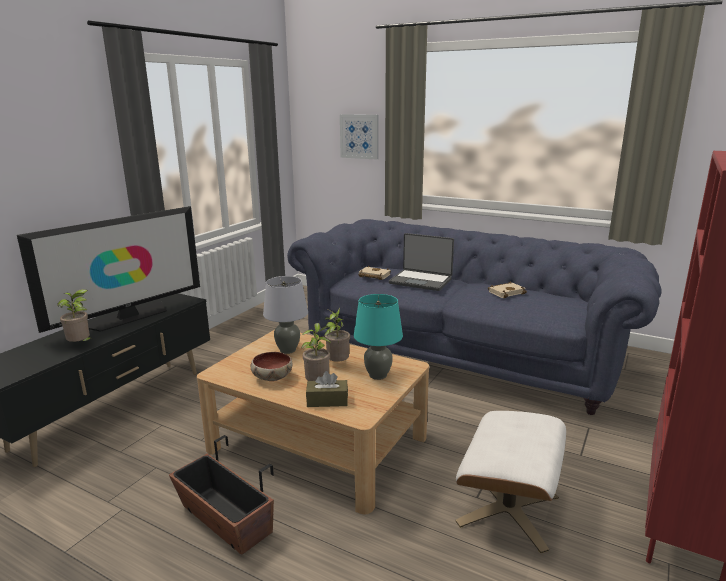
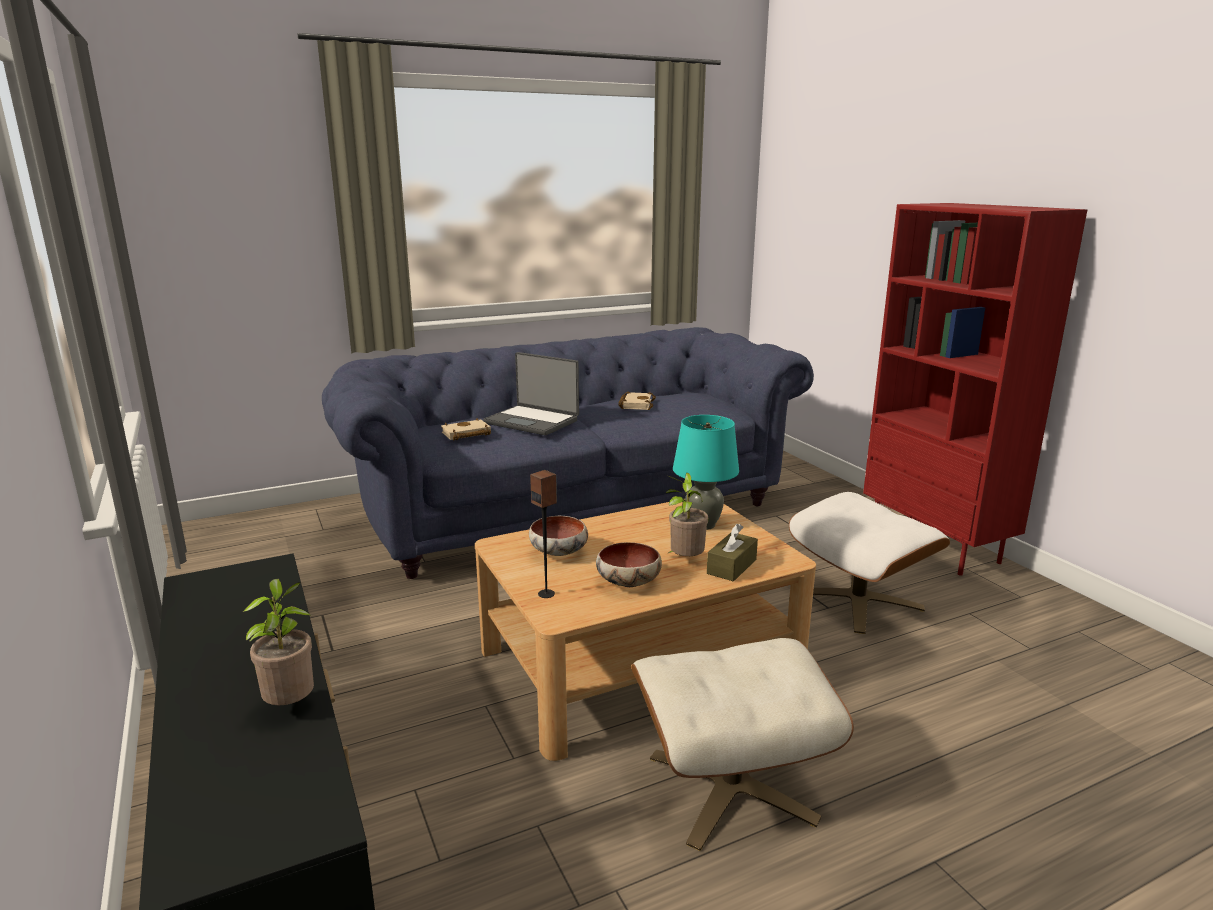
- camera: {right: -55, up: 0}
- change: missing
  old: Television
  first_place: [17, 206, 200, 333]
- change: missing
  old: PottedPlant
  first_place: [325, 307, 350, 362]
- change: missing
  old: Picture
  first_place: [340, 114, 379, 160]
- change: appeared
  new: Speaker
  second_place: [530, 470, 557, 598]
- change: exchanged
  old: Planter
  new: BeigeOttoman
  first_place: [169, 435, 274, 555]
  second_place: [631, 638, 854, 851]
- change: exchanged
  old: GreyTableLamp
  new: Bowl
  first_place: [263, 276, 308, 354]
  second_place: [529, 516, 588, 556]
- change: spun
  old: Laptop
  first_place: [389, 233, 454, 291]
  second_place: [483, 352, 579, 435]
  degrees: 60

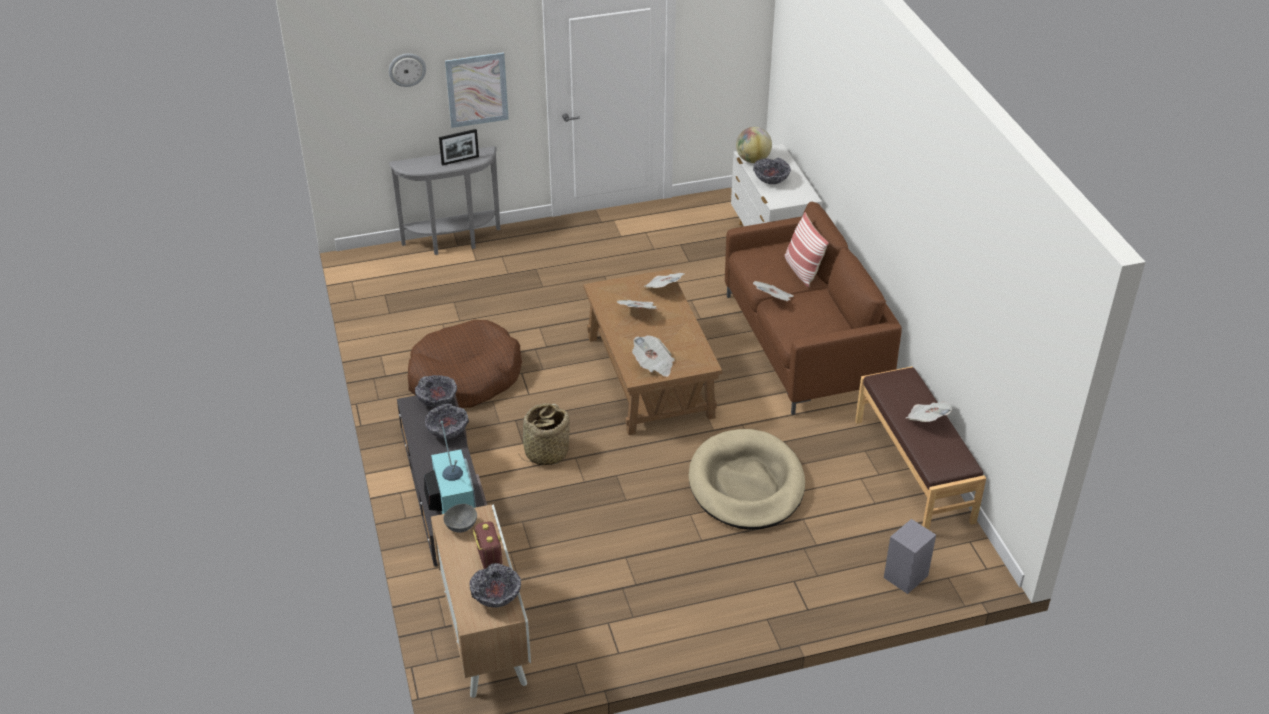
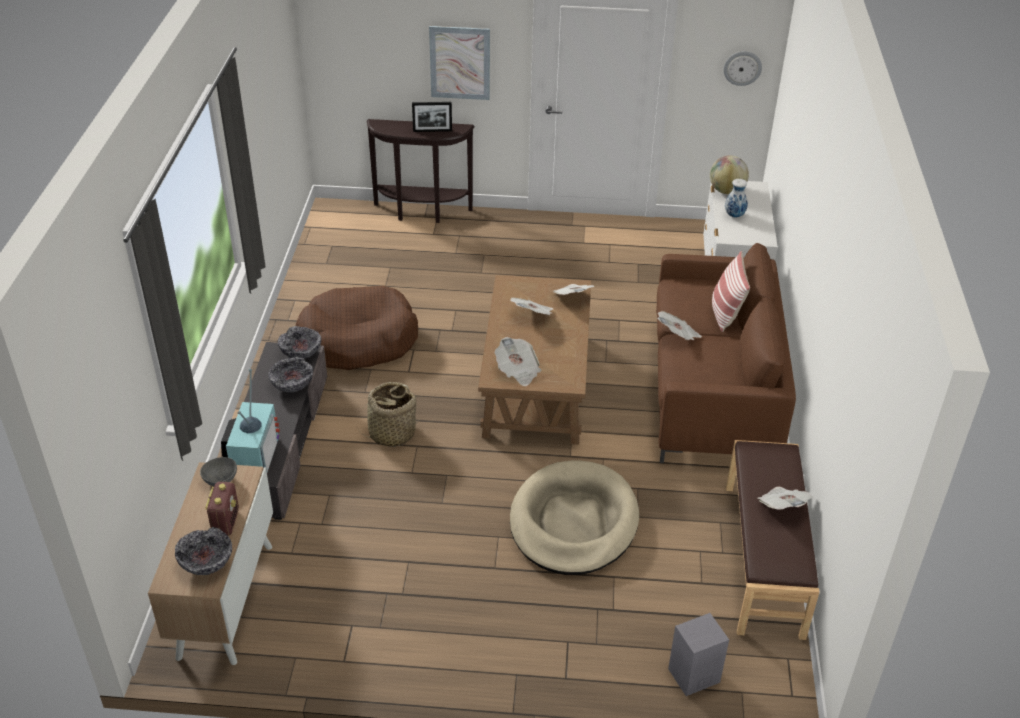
- camera: {right: 20, up: 0}
- change: relocated
  old: WallClock
  first_place: [389, 53, 426, 87]
  second_place: [724, 51, 762, 86]
- change: exchanged
  old: Bowl
  new: Vase
  first_place: [753, 158, 791, 184]
  second_place: [725, 179, 748, 218]
- change: colour
  old: GreyConsoleTable
  new: BrownConsoleTable
  first_place: [389, 146, 500, 255]
  second_place: [367, 119, 475, 223]

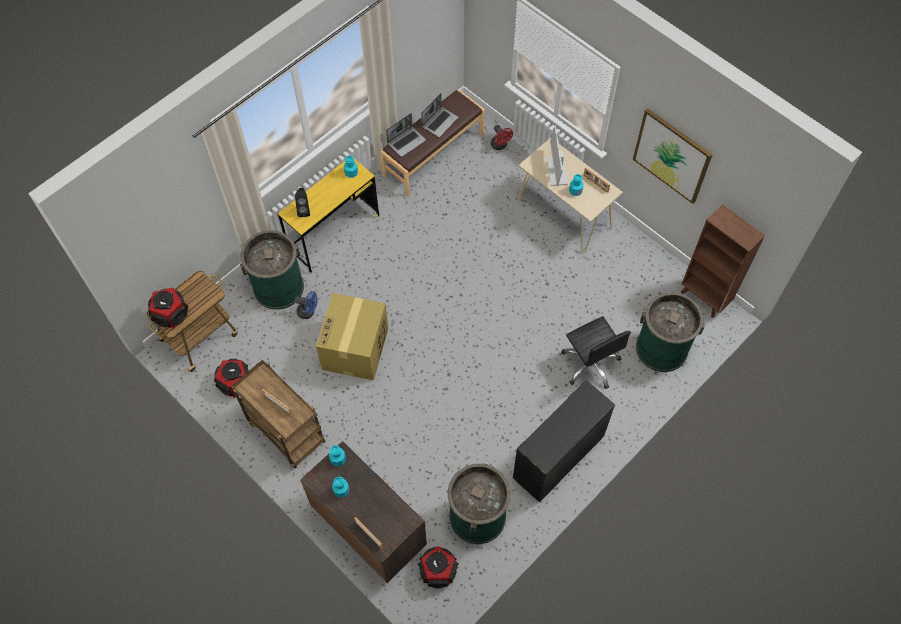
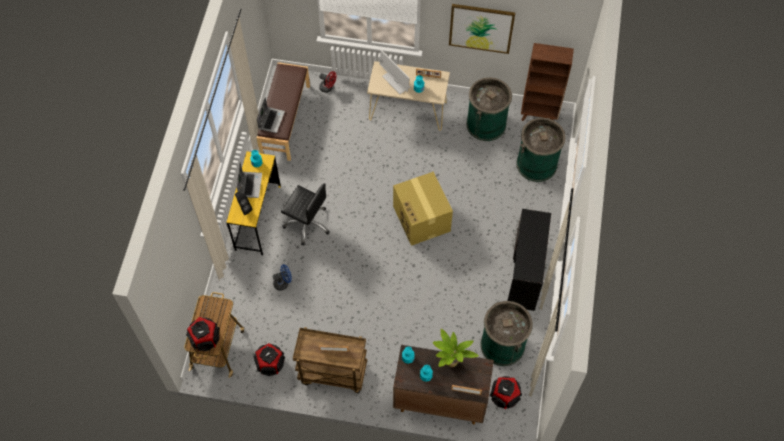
- camera: {right: -35, up: 0}
- change: appeared
  new: PottedPlant
  second_place: [433, 329, 479, 367]
- change: relocated
  old: GreenTrashCan
  first_place: [240, 230, 304, 310]
  second_place: [466, 77, 512, 141]
- change: relocated
  old: CardboardBox
  first_place: [316, 293, 388, 380]
  second_place: [393, 172, 453, 246]
- change: relocated
  old: Laptop
  first_place: [421, 93, 458, 137]
  second_place: [237, 162, 262, 198]
- change: relocated
  old: BlackOfficeChair
  first_place: [561, 316, 631, 389]
  second_place: [281, 183, 330, 245]

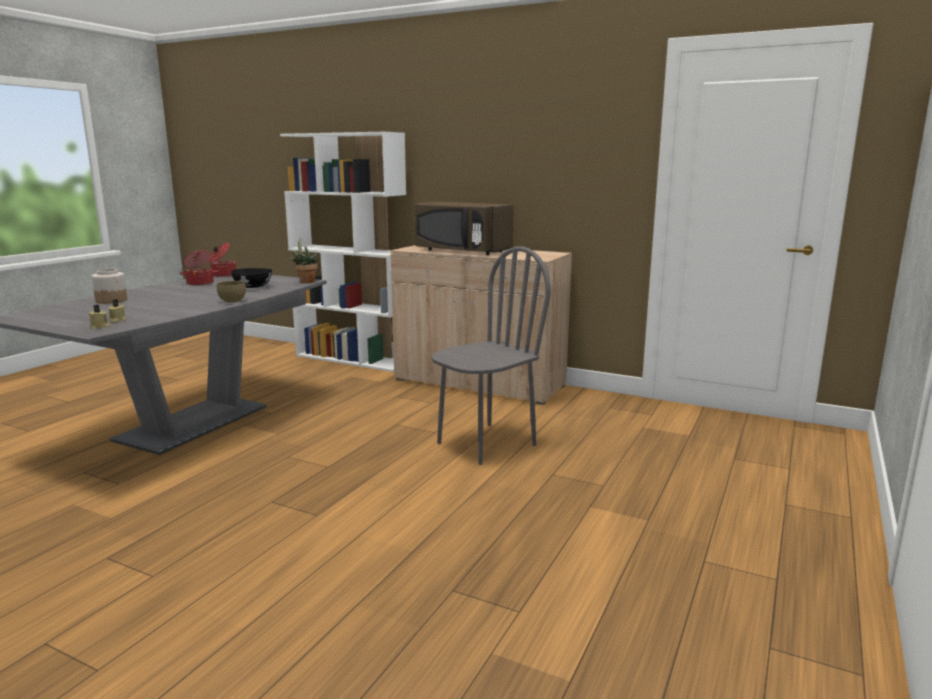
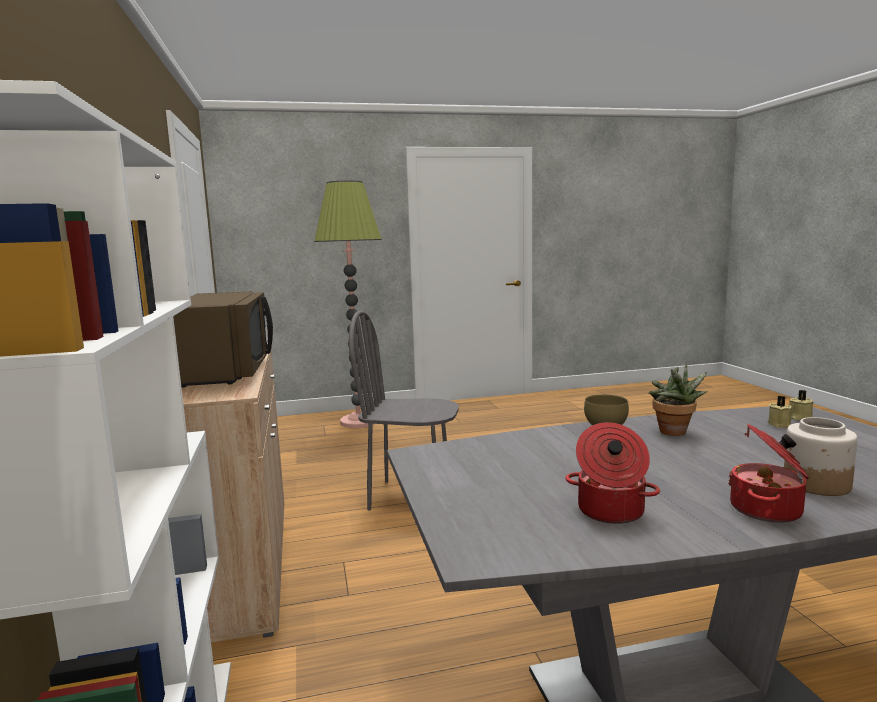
- camera: {right: -130, up: -5}
- change: missing
  old: BlackBowl
  first_place: [231, 268, 272, 288]
- change: appeared
  new: FloorLamp
  second_place: [314, 180, 382, 428]
- change: relocated
  old: CookingPot
  first_place: [209, 243, 237, 277]
  second_place: [728, 424, 809, 523]
- change: relocated
  old: PottedPlant
  first_place: [290, 239, 318, 283]
  second_place: [649, 362, 707, 436]

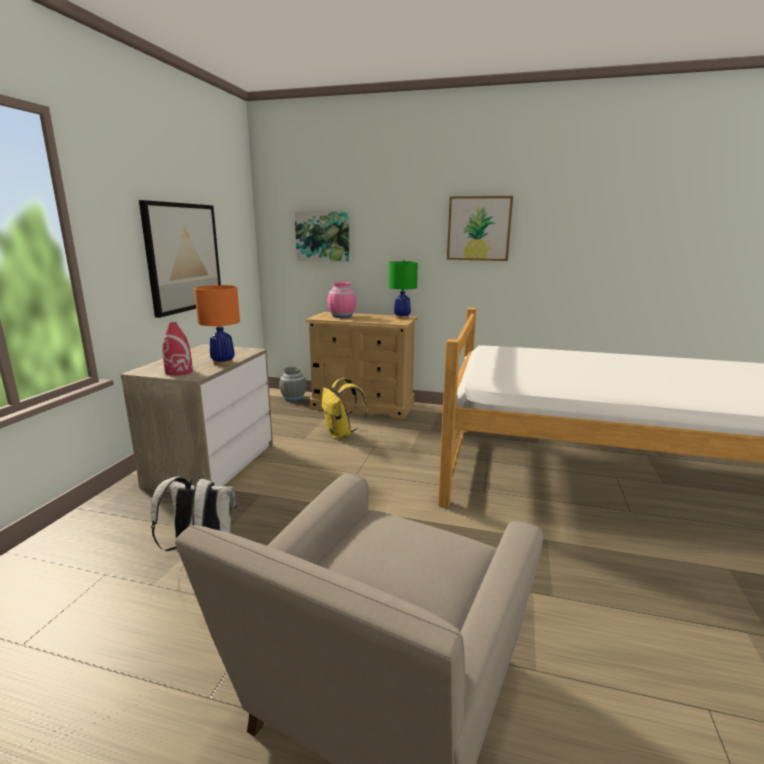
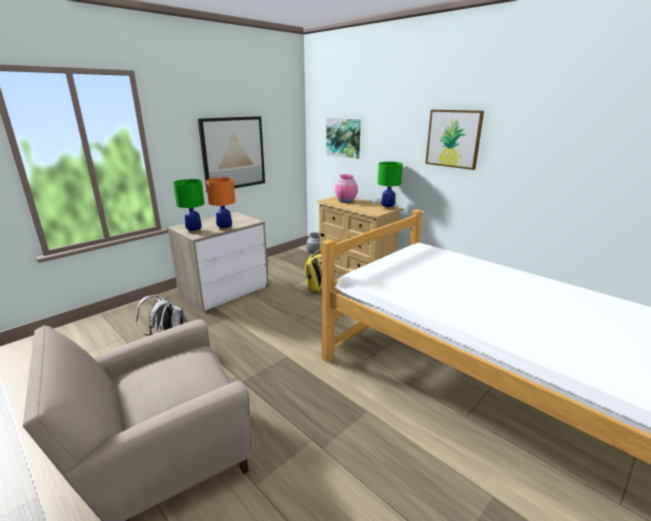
- camera: {right: 30, up: 5}
- change: exchanged
  old: RedVase
  new: GreenTableLamp
  first_place: [162, 322, 193, 376]
  second_place: [173, 179, 205, 233]

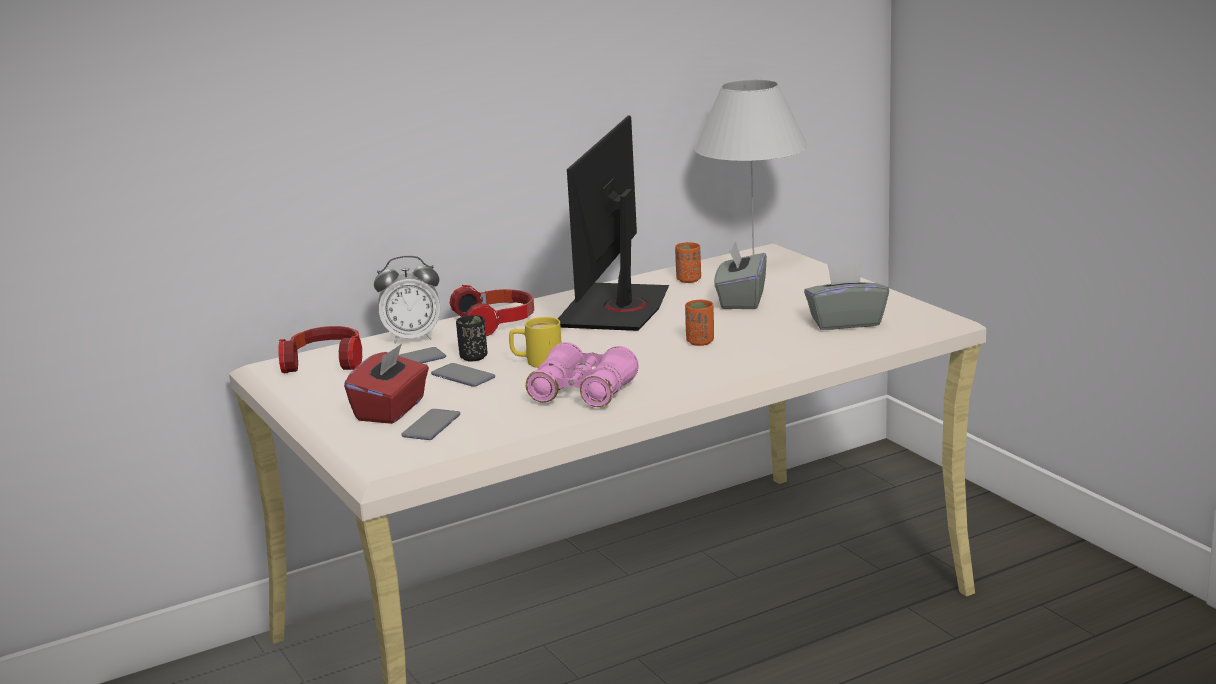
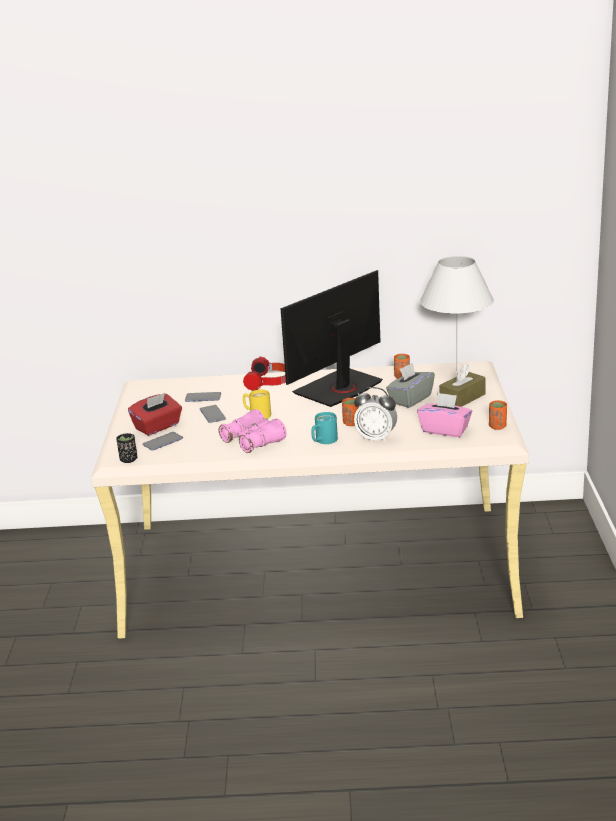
- camera: {right: 30, up: 5}
- change: missing
  old: Headphones
  first_place: [278, 326, 362, 374]
- change: appeared
  new: TurquoiseMug
  second_place: [311, 412, 338, 444]
- change: appeared
  new: BrownTissueBox
  second_place: [439, 364, 486, 407]
- change: appeared
  new: OrangeCup
  second_place: [489, 400, 507, 430]
- change: relocated
  old: AlarmClock
  first_place: [374, 255, 440, 344]
  second_place: [354, 387, 397, 443]
- change: relocated
  old: BlackCup
  first_place: [456, 315, 488, 361]
  second_place: [116, 433, 137, 463]
- change: colour
  old: GreyTissueBox
  new: PinkTissueBox
  first_place: [804, 262, 889, 330]
  second_place: [417, 392, 472, 437]

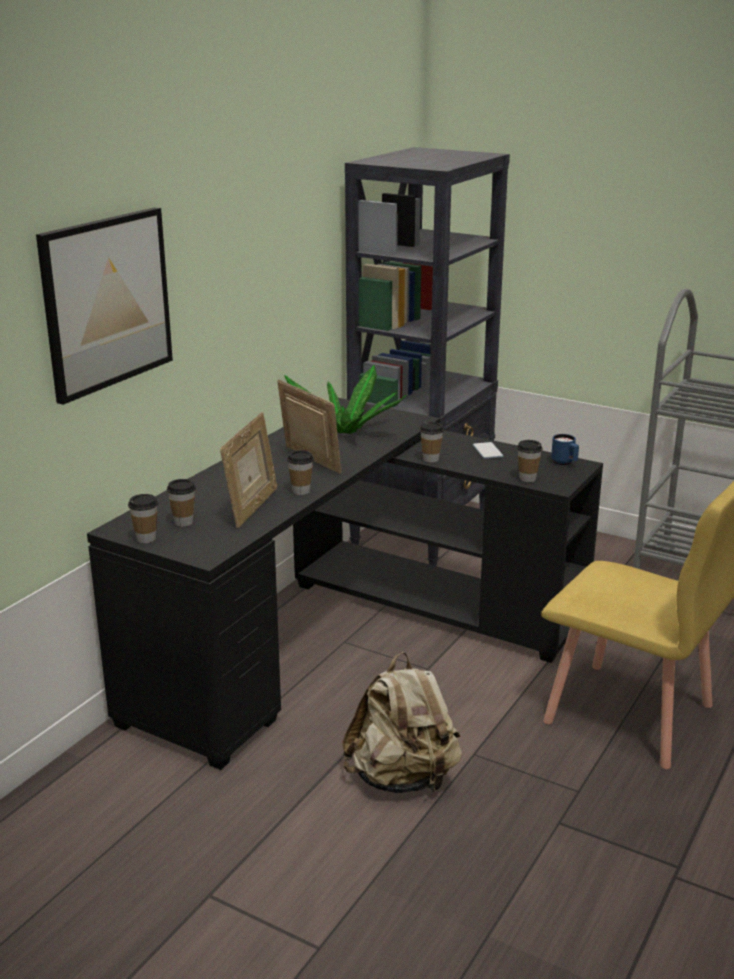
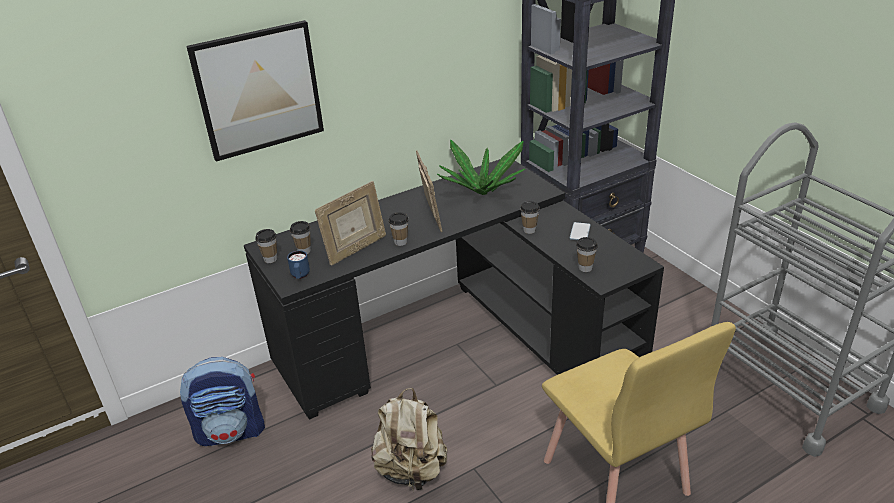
- camera: {right: 30, up: 10}
- change: appeared
  new: Backpack
  second_place: [180, 357, 265, 446]
- change: relocated
  old: BlueMug
  first_place: [551, 434, 579, 465]
  second_place: [287, 250, 310, 279]

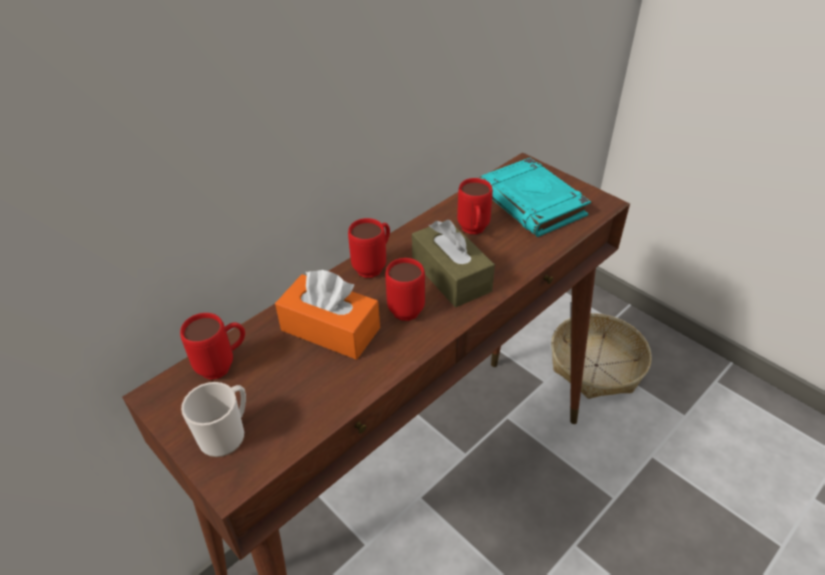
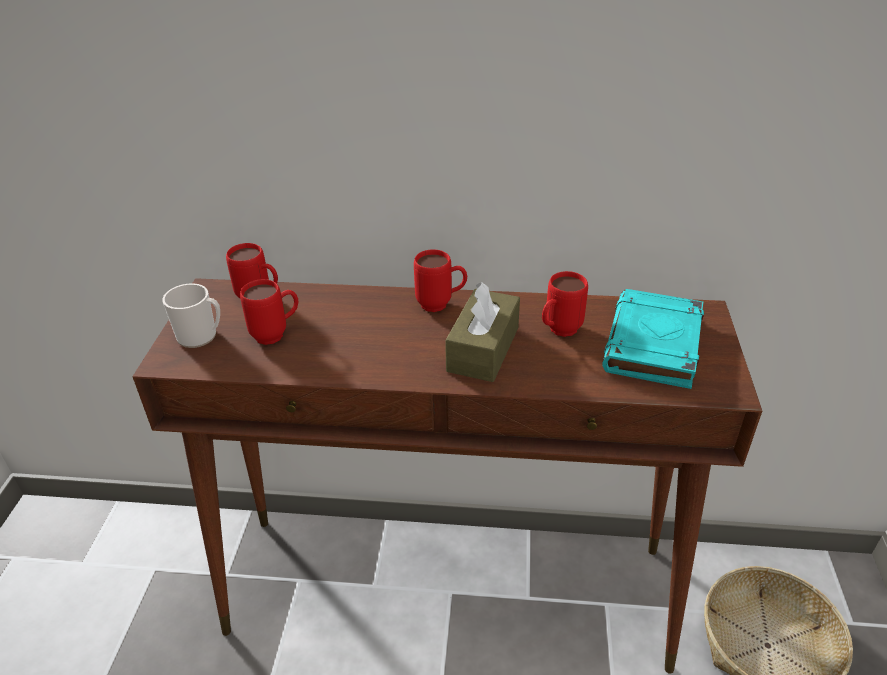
- camera: {right: 50, up: -5}
- change: missing
  old: OrangeTissueBox
  first_place: [275, 270, 380, 359]
- change: relocated
  old: RedMug
  first_place: [385, 258, 425, 321]
  second_place: [240, 279, 298, 345]

